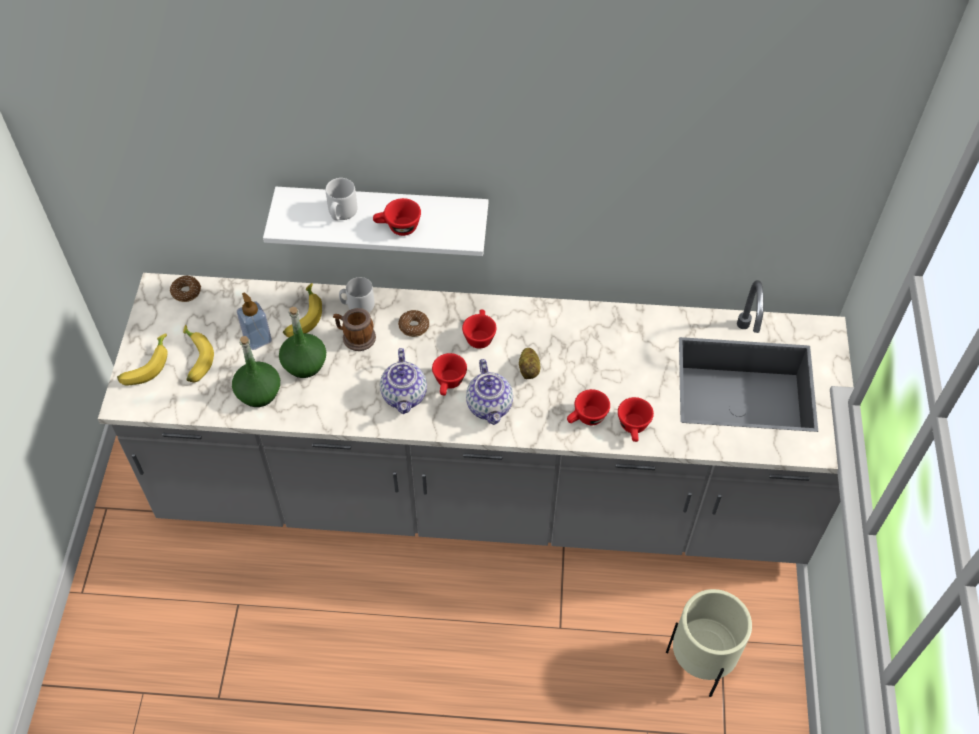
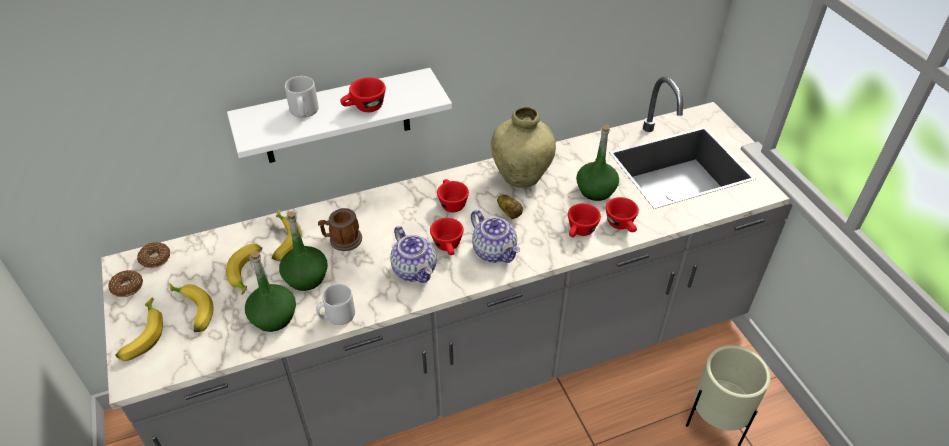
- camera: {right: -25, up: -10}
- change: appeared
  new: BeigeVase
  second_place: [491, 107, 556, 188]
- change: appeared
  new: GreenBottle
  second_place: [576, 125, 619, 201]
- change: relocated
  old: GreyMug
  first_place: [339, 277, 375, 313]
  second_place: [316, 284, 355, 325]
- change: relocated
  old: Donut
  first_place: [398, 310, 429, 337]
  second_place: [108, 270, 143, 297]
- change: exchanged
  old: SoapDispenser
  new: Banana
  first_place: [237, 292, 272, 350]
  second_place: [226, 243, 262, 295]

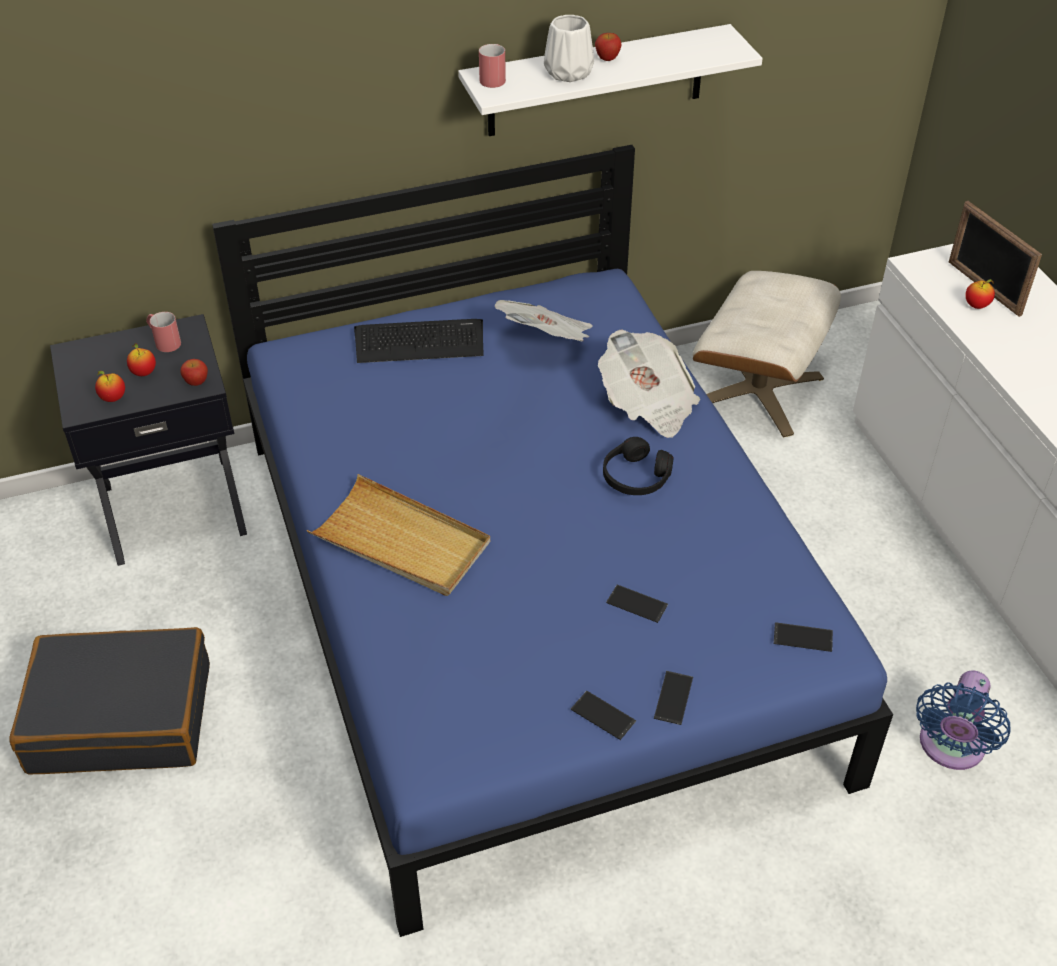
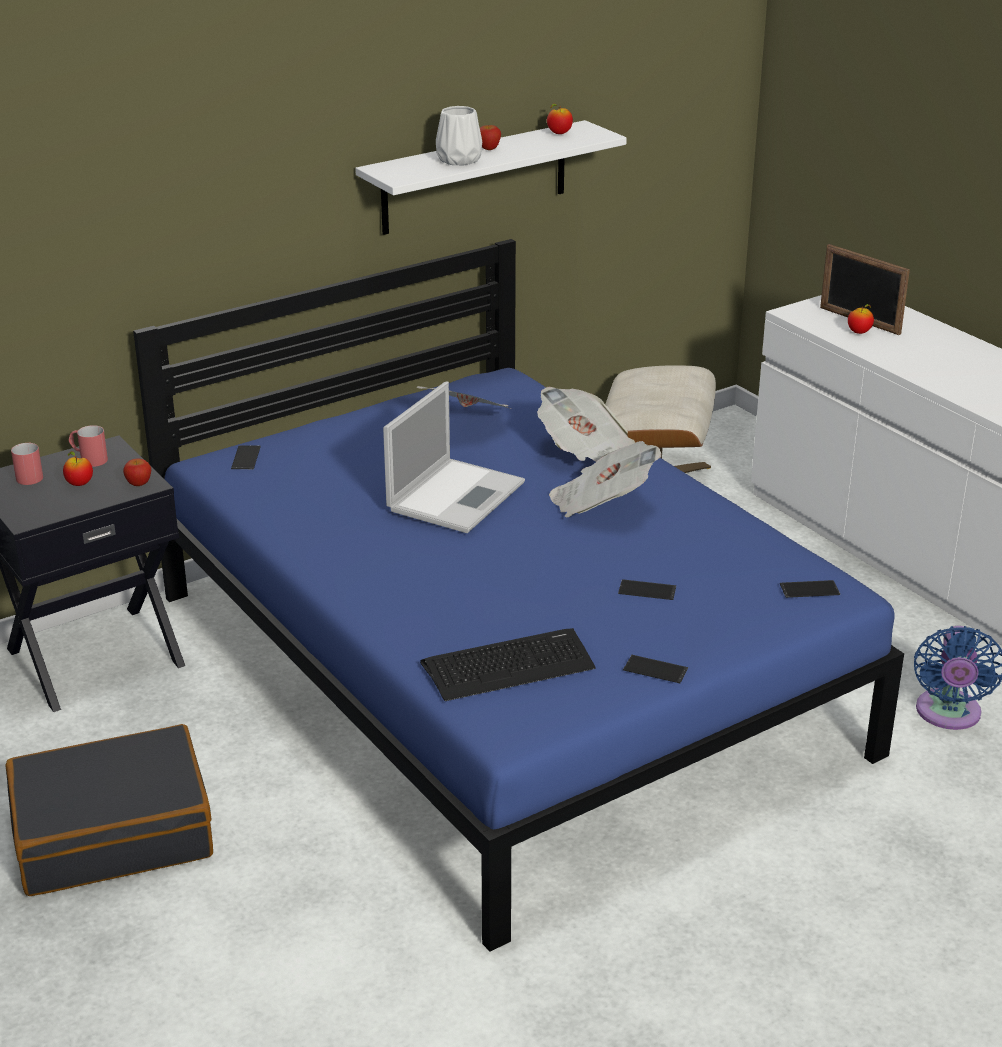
- camera: {right: -15, up: -15}
- change: missing
  old: BeigeTray
  first_place: [307, 474, 490, 596]
- change: appeared
  new: Laptop
  second_place: [383, 382, 525, 533]
- change: relocated
  old: Apple
  first_place: [95, 371, 125, 402]
  second_place: [547, 104, 573, 134]
- change: relocated
  old: Keyboard
  first_place: [354, 319, 484, 363]
  second_place: [420, 628, 596, 701]
- change: relocated
  old: RedMug
  first_place: [479, 44, 506, 88]
  second_place: [11, 443, 43, 485]
- change: relocated
  old: Phone
  first_place: [654, 671, 693, 725]
  second_place: [231, 445, 261, 469]
- change: exchanged
  old: BlackHeadphones
  new: Newspaper
  first_place: [603, 437, 674, 495]
  second_place: [549, 441, 661, 518]

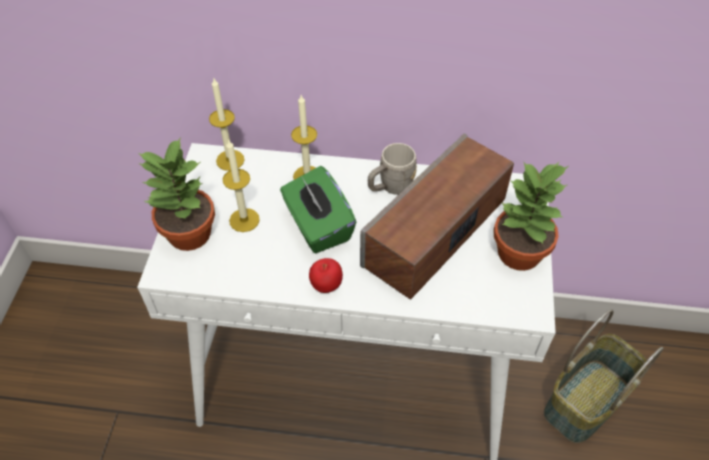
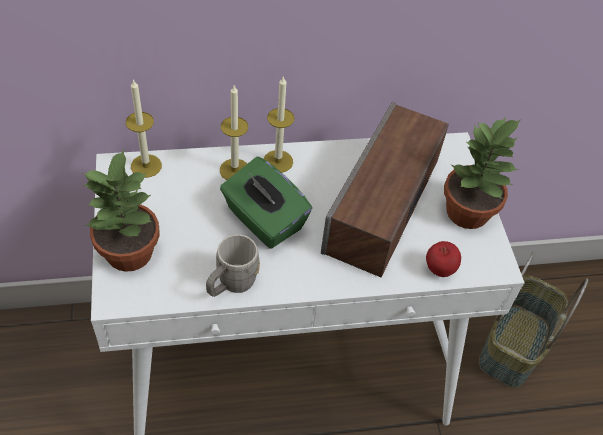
- camera: {right: -20, up: 0}
- change: relocated
  old: Candle
  first_place: [223, 139, 260, 232]
  second_place: [264, 77, 294, 173]
- change: relocated
  old: Apple
  first_place: [309, 258, 343, 293]
  second_place: [426, 241, 461, 277]
- change: relocated
  old: GreyMug
  first_place: [368, 143, 417, 195]
  second_place: [206, 234, 260, 297]

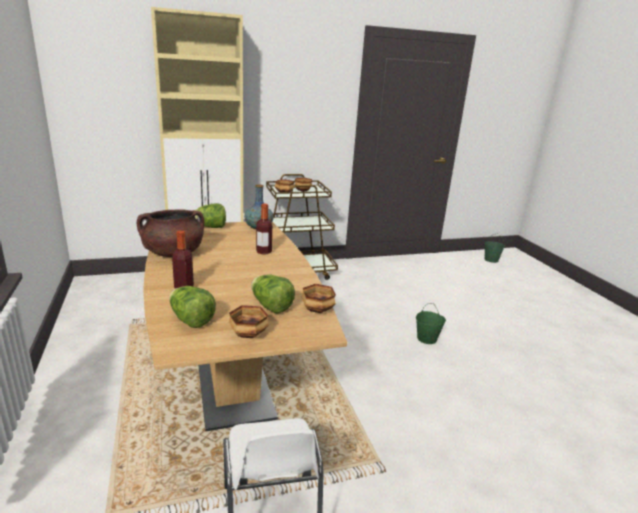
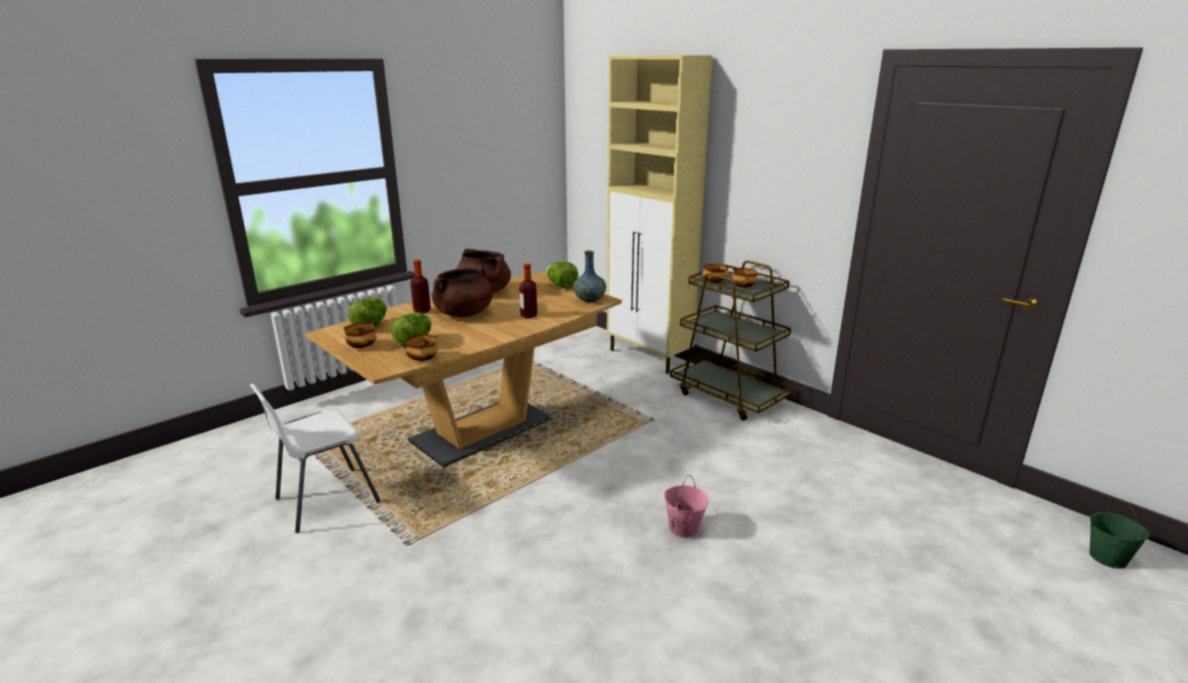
- camera: {right: 65, up: 0}
- change: appeared
  new: BrownCookingPot
  second_place: [432, 266, 493, 317]
- change: colour
  old: GreenBucket
  new: PinkBucket
  first_place: [416, 303, 446, 344]
  second_place: [664, 475, 708, 538]

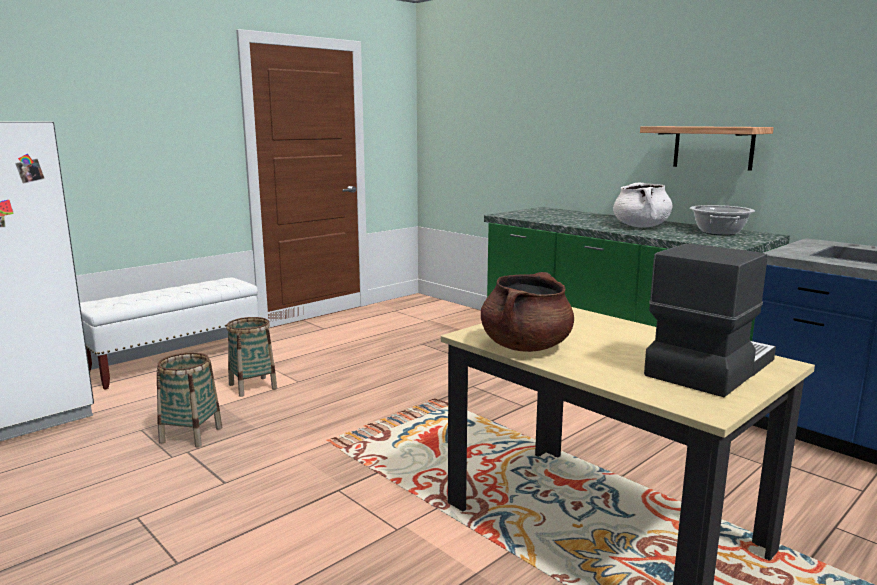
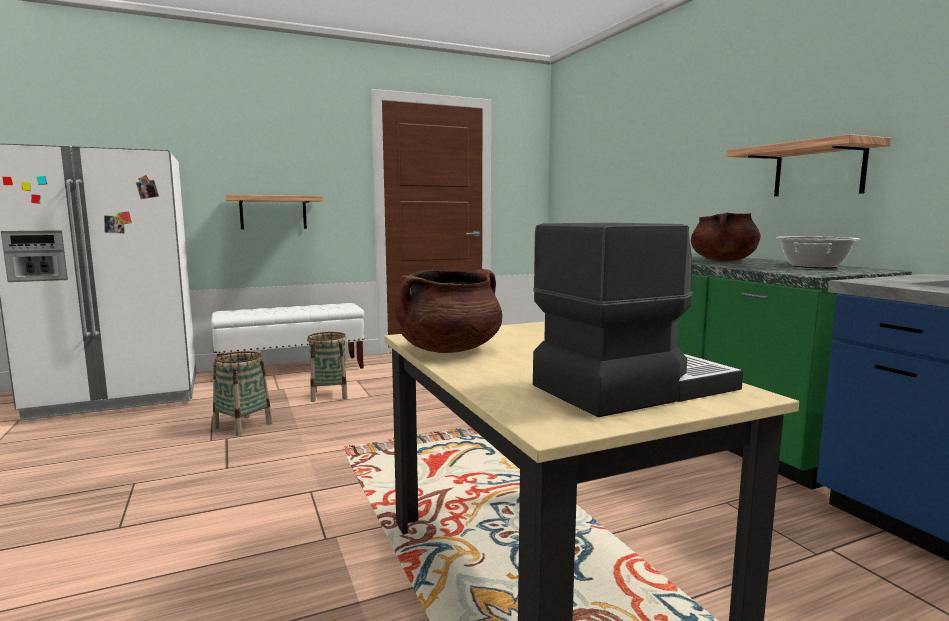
- camera: {right: 20, up: -5}
- change: appeared
  new: Shelf
  second_place: [225, 195, 323, 229]
- change: colour
  old: WhiteCookingPot
  new: BrownCookingPot
  first_place: [613, 182, 672, 228]
  second_place: [691, 213, 761, 261]

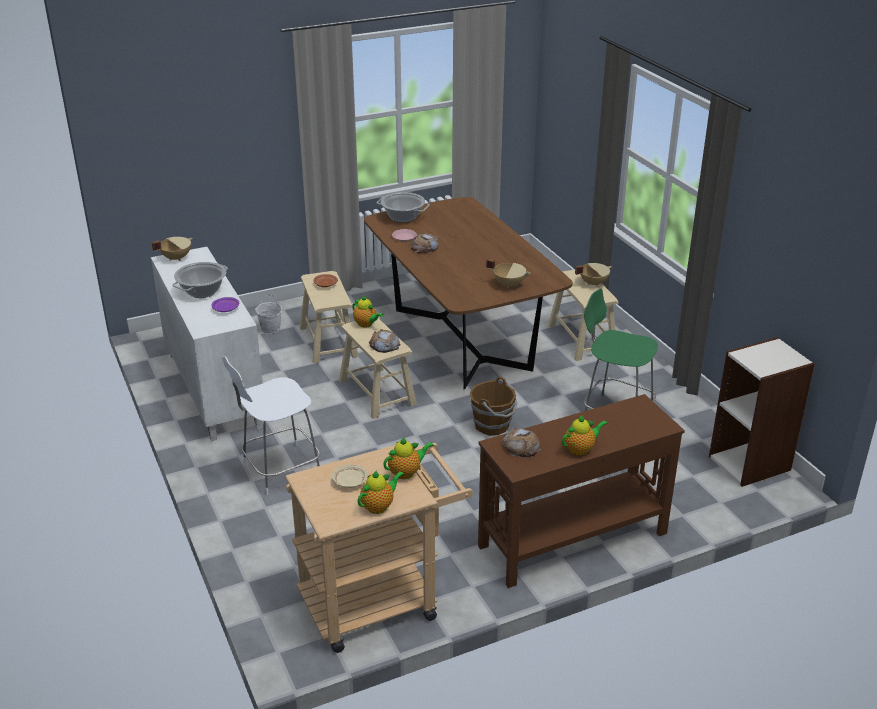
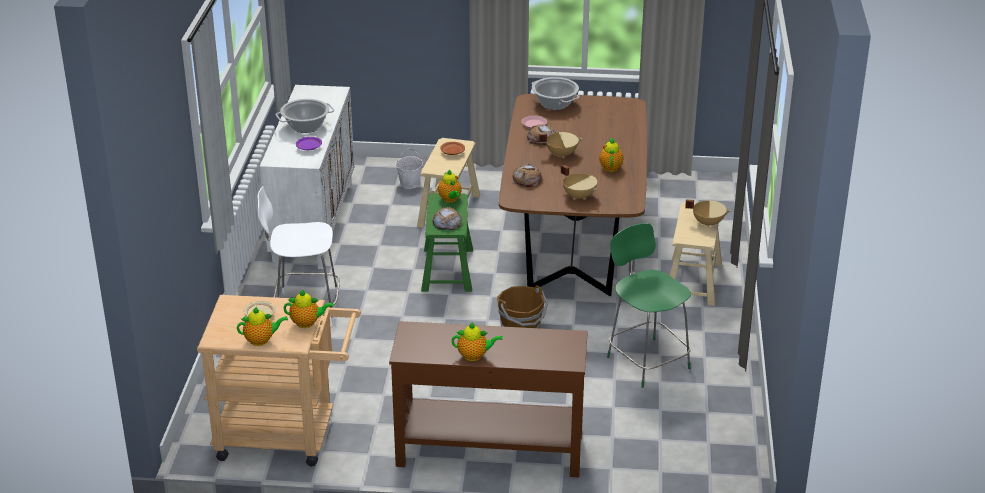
- camera: {right: 30, up: 0}
- change: missing
  old: Bookcase
  first_place: [709, 337, 815, 487]
- change: appeared
  new: Teapot
  second_place: [599, 137, 623, 172]
- change: relocated
  old: BeigeCookingPot
  first_place: [152, 237, 193, 261]
  second_place: [538, 132, 583, 158]
- change: relocated
  old: Bread
  first_place: [502, 427, 541, 457]
  second_place: [512, 164, 542, 187]
- change: colour
  old: BeigeStool
  new: GreenStool
  first_place: [339, 318, 417, 419]
  second_place: [421, 193, 473, 292]

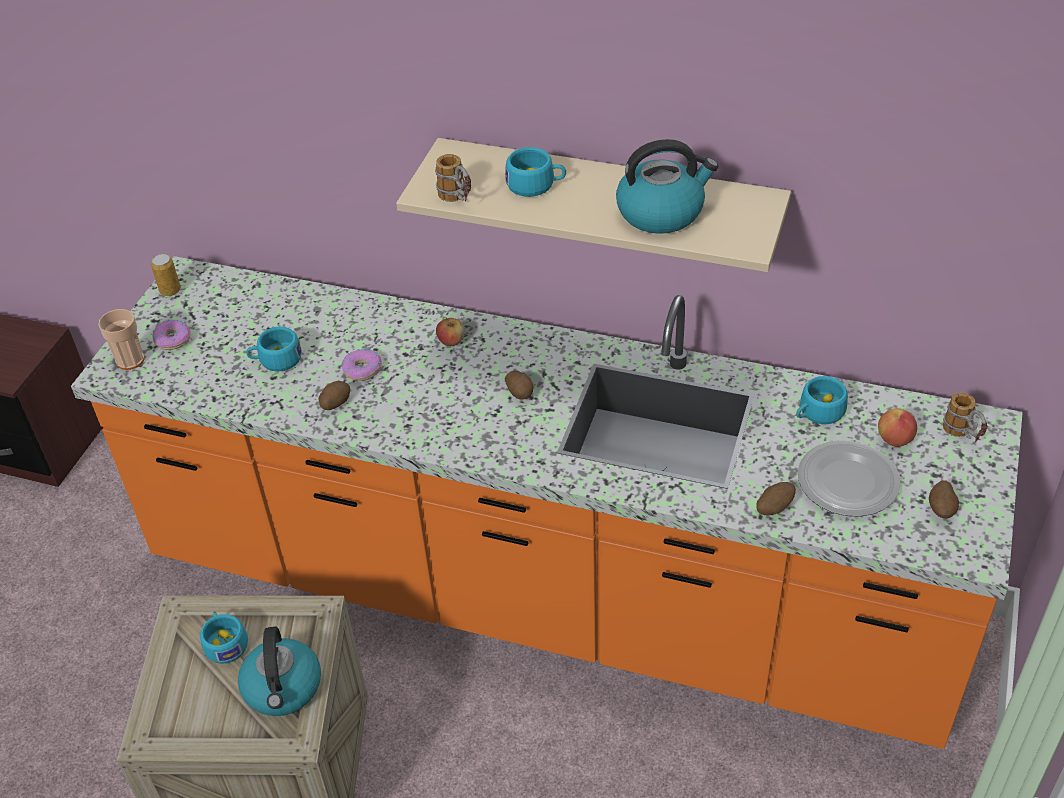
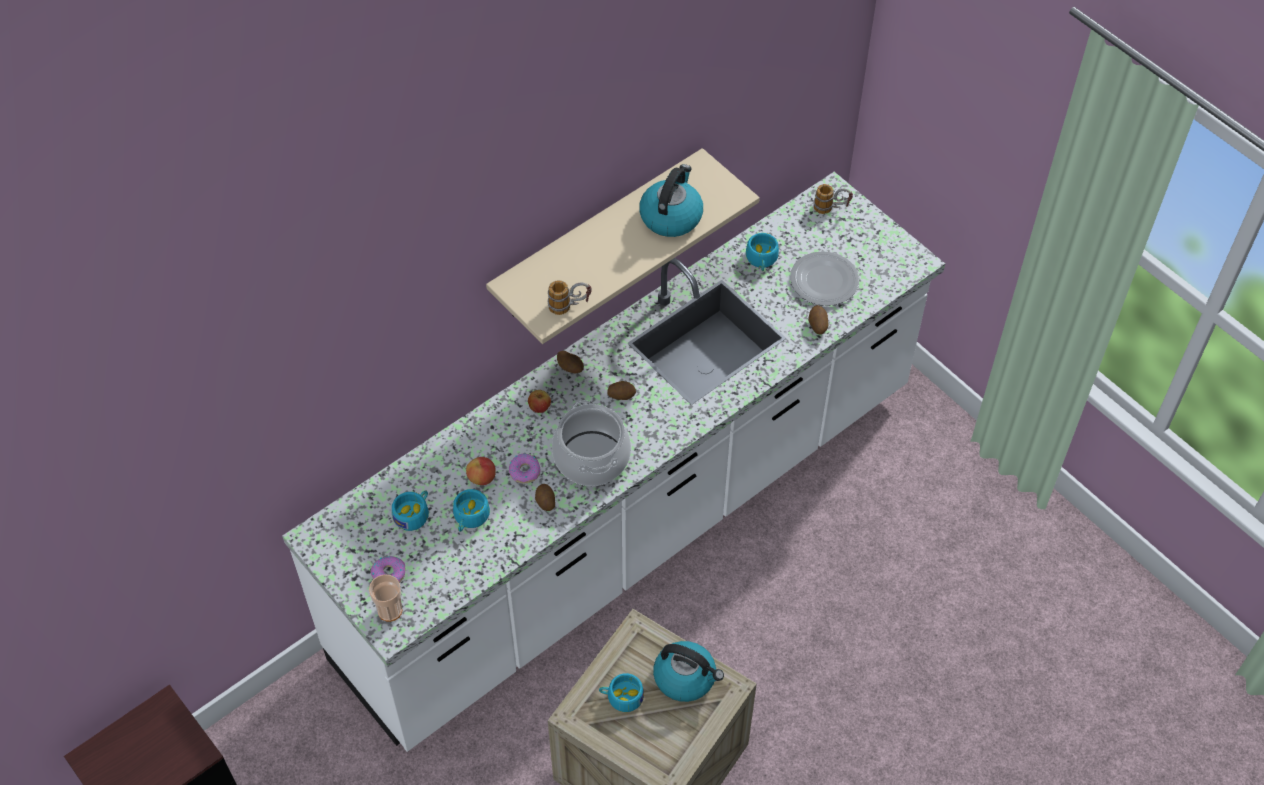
- camera: {right: -60, up: 10}
- change: missing
  old: Can
  first_place: [151, 254, 181, 296]
- change: appeared
  new: CookingPot
  second_place: [552, 400, 631, 486]
- change: relocated
  old: TurquoiseCup
  first_place: [505, 147, 566, 197]
  second_place: [392, 490, 429, 531]
- change: relocated
  old: Apple
  first_place: [878, 408, 917, 447]
  second_place: [466, 457, 496, 485]
- change: relocated
  old: Potato
  first_place: [929, 480, 959, 518]
  second_place: [557, 351, 584, 373]
- change: colour
  old: OrangeCounter
  new: WhiteCounter
  first_place: [71, 256, 1023, 749]
  second_place: [282, 172, 945, 752]

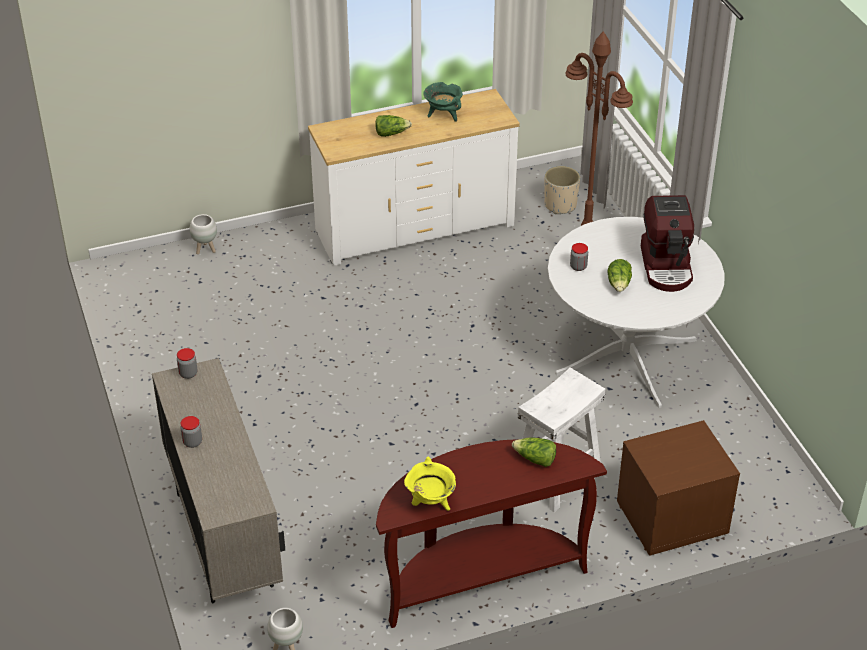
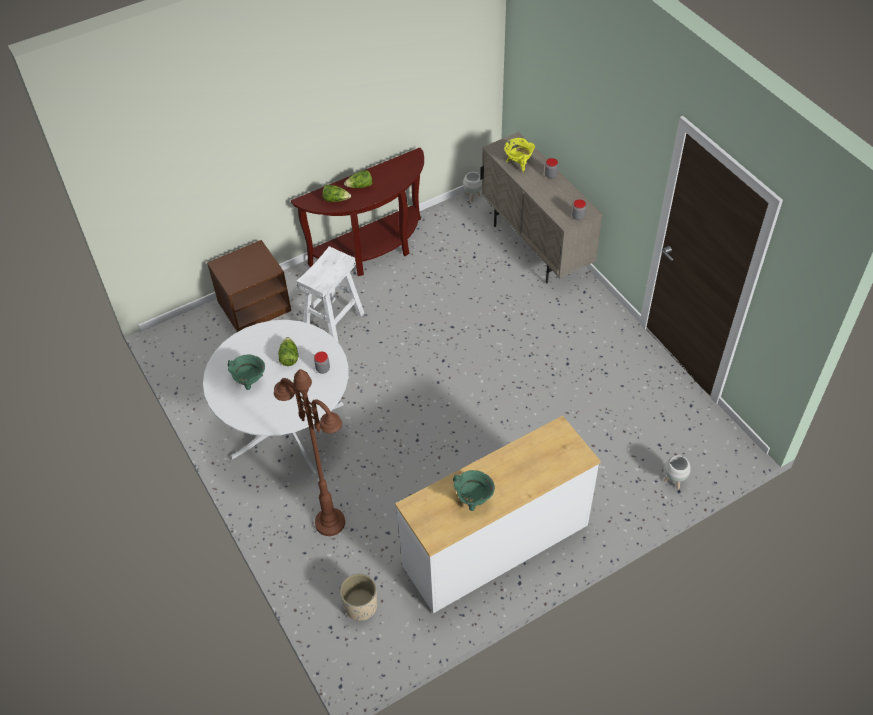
- camera: {right: 170, up: 10}
- change: relocated
  old: Lettuce
  first_place: [375, 115, 412, 137]
  second_place: [344, 170, 372, 188]
- change: relocated
  old: YellowCookingPot
  first_place: [404, 456, 456, 511]
  second_place: [504, 138, 535, 173]
- change: exchanged
  old: CoffeeMachine
  new: GreenCookingPot
  first_place: [641, 195, 694, 292]
  second_place: [228, 355, 265, 390]

